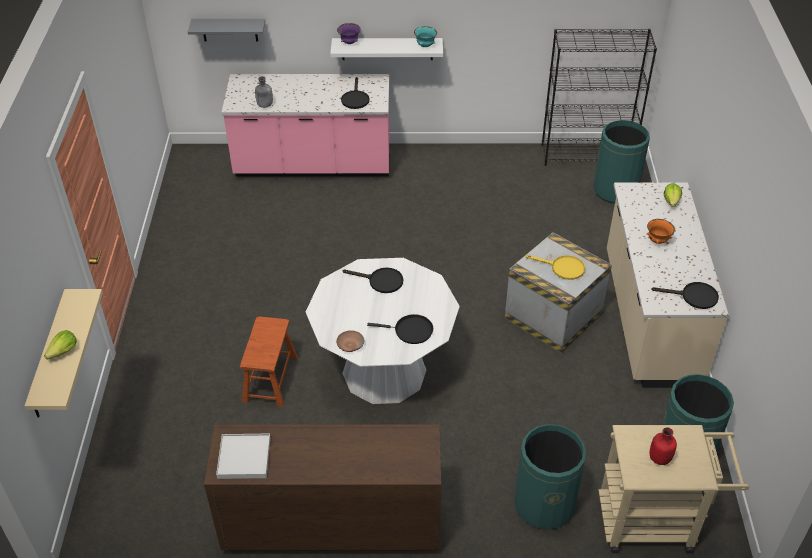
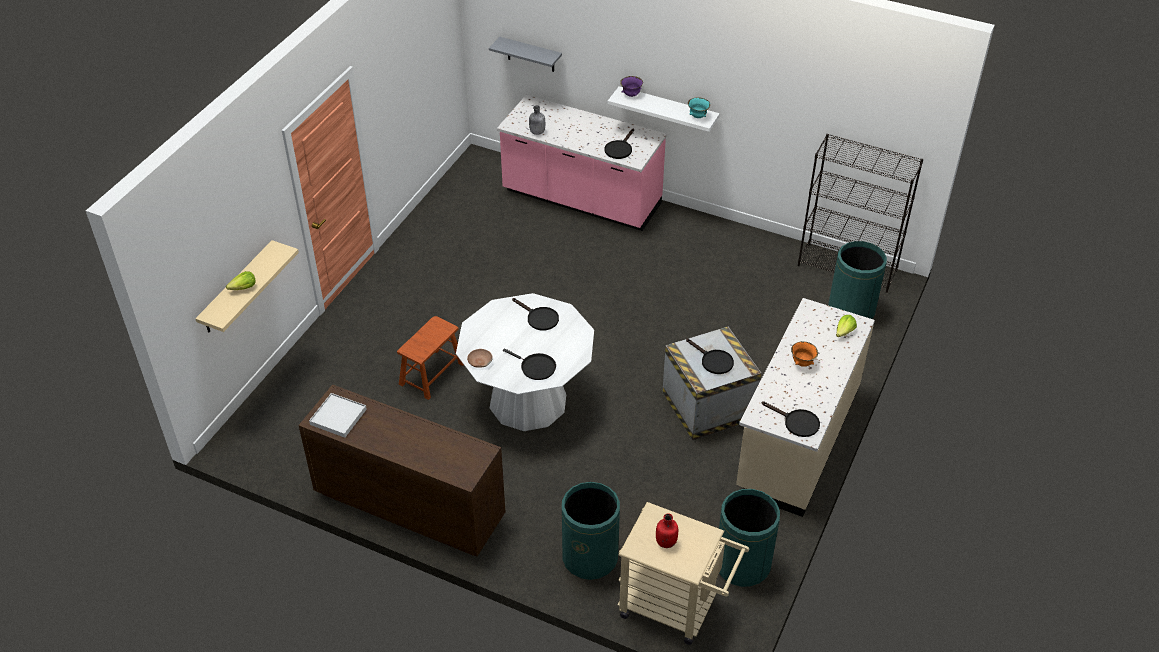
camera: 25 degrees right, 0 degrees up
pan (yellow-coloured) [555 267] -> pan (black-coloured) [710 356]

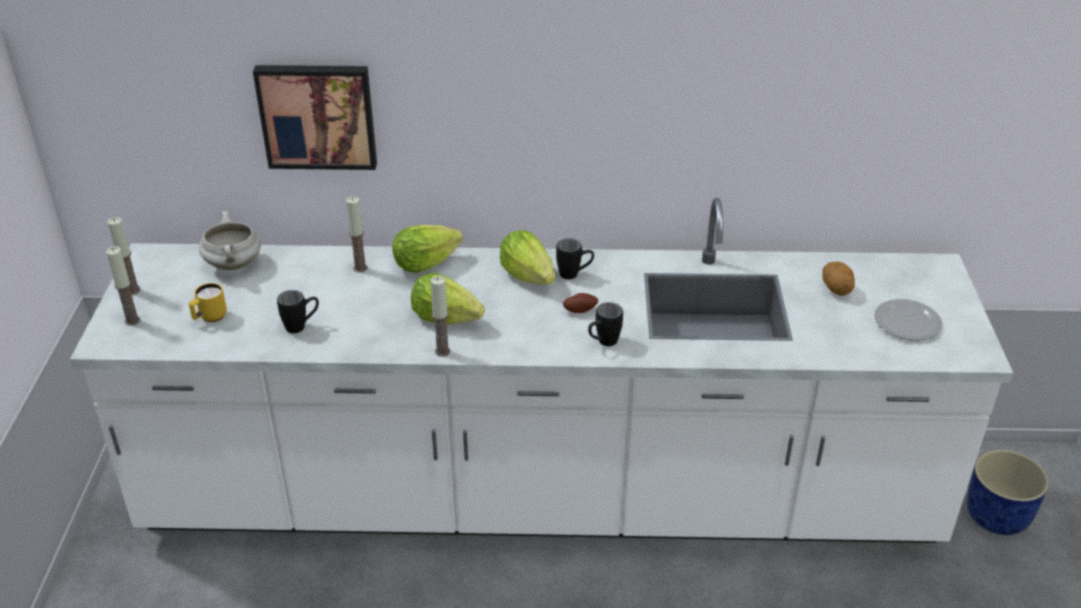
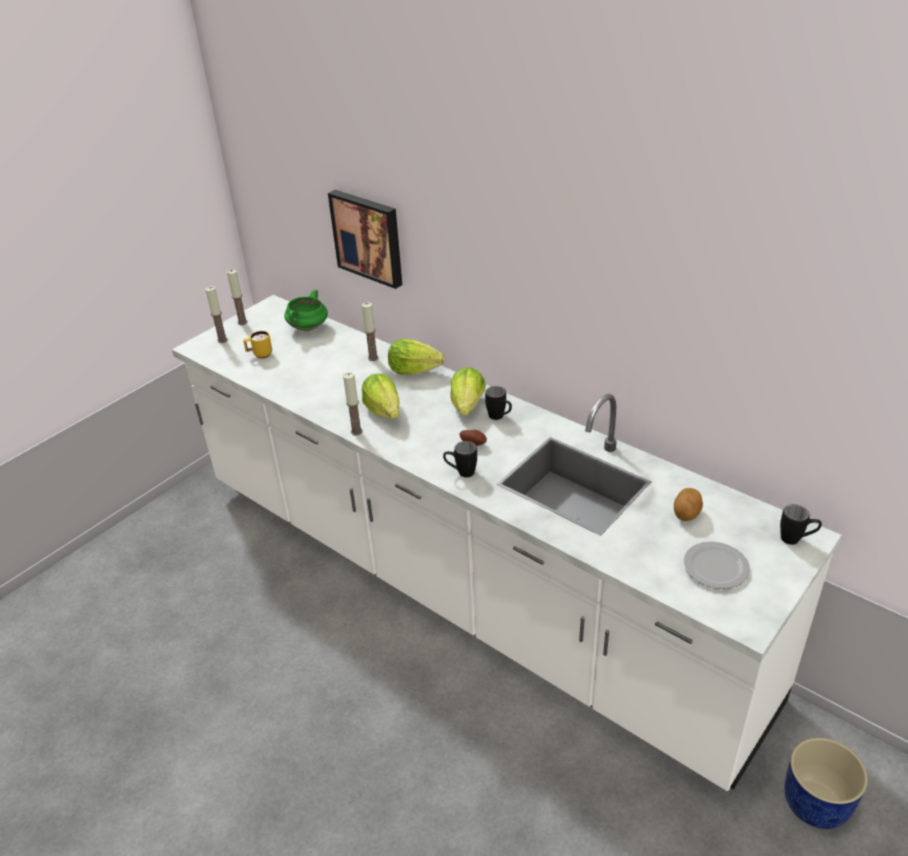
camera: 40 degrees right, 0 degrees up
stockpot (white) [230 240] -> stockpot (greenish) [306 310]
mug (black-coloured) [298 311] -> mug (black-coloured) [801 524], moved

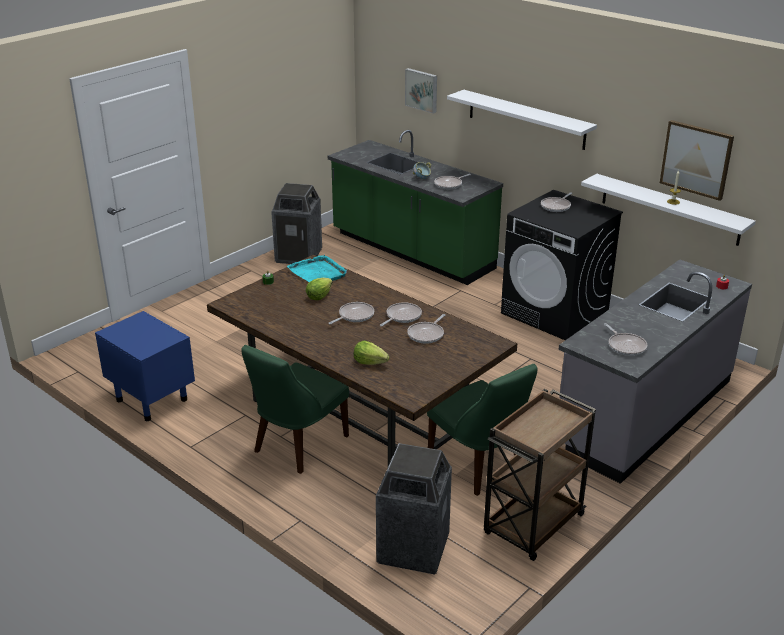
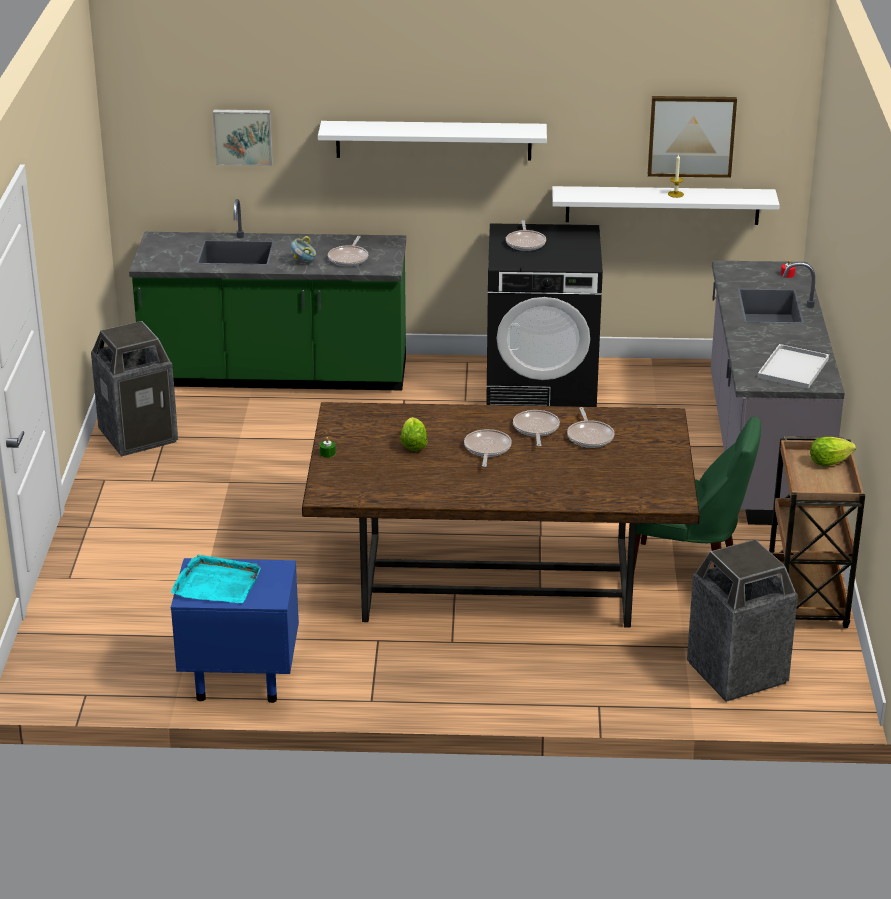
camera: 40 degrees left, 0 degrees up
serving tray (blue-green) [317 268] -> serving tray (blue-green) [216 578], moved
pan [625 339] -> serving tray (white) [793 366]
lettuce head [372 353] -> lettuce head [833 451], moved
plain chair (greenish) [295 409] -> none

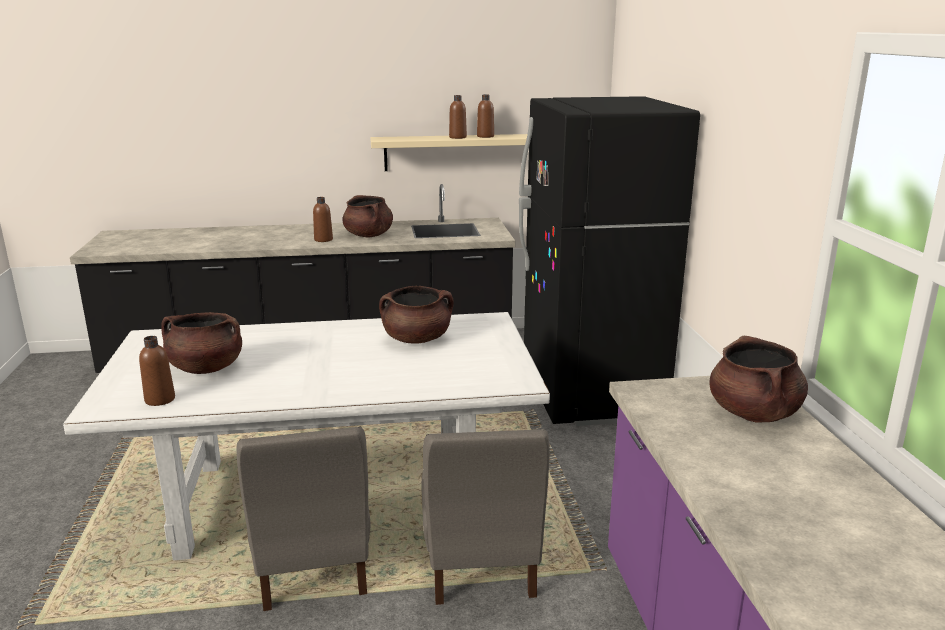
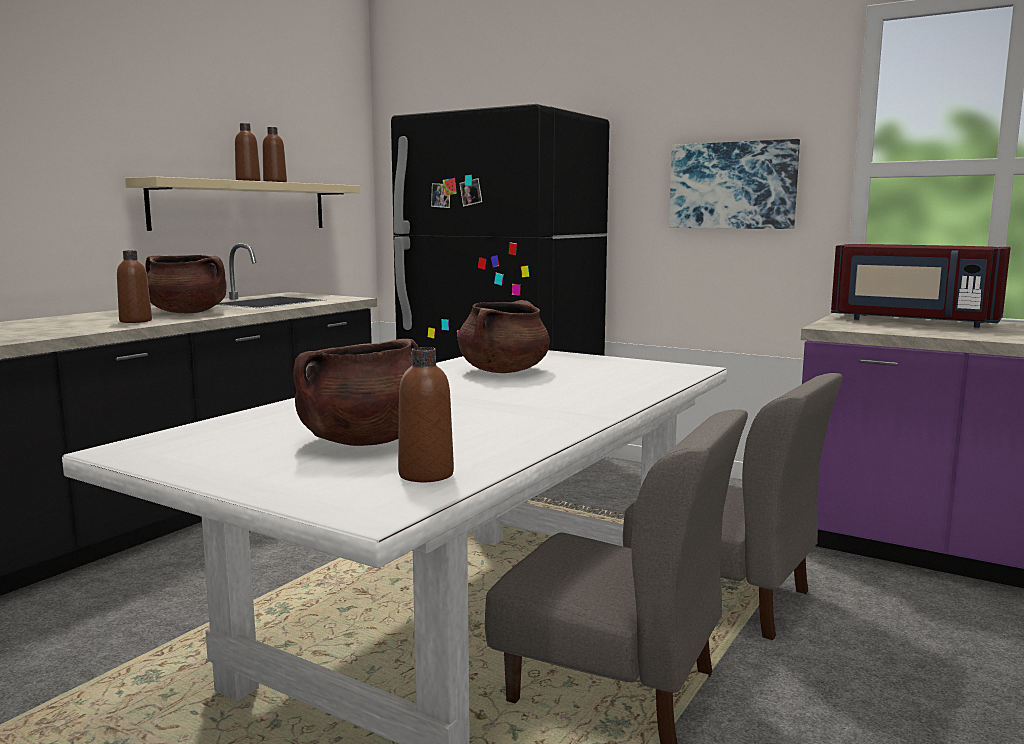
camera: 50 degrees left, 10 degrees down
none -> wall picture [734 184]
stockpot (brownish) [759 379] -> kitchen microwave (reddish) [921 286]

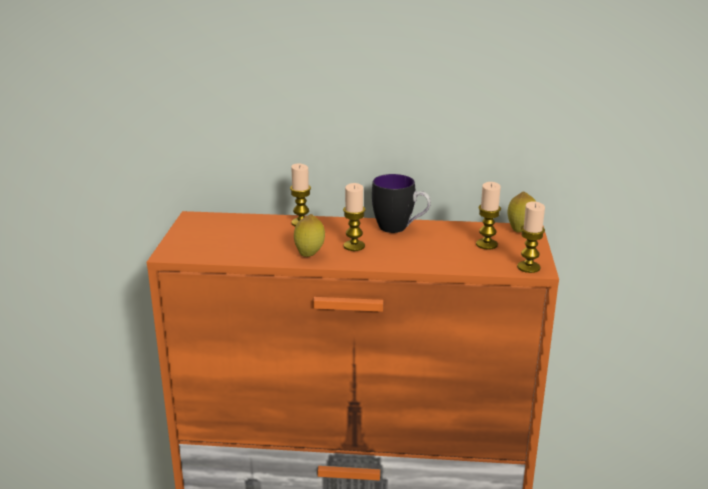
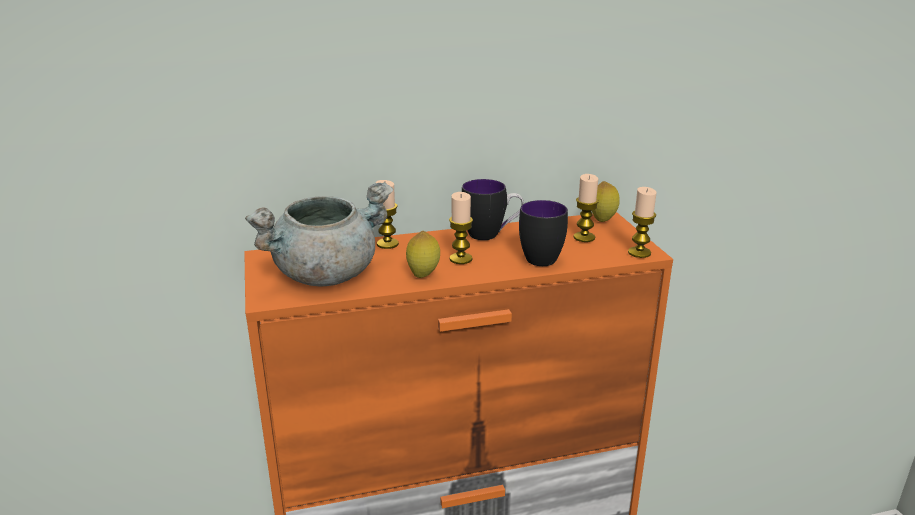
camera: 20 degrees left, 0 degrees up
none -> stockpot (greyish) [319 234]
none -> mug [543 233]

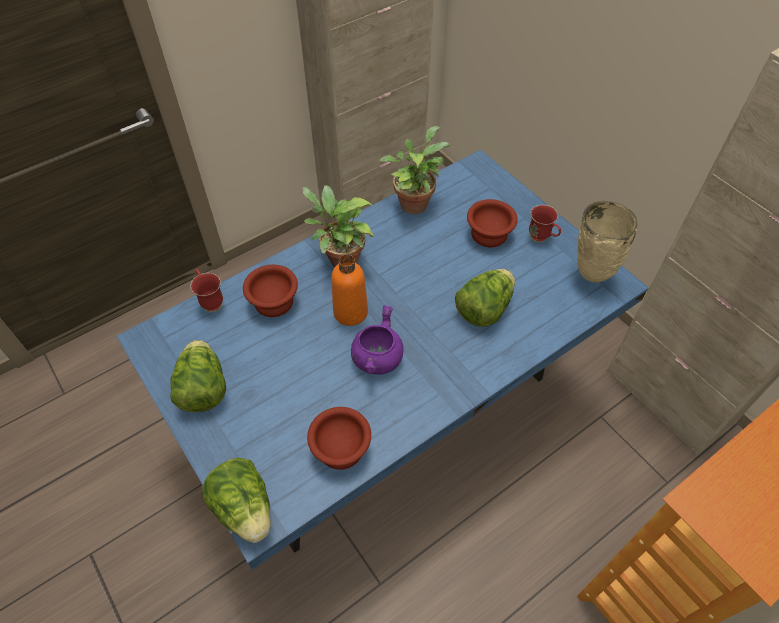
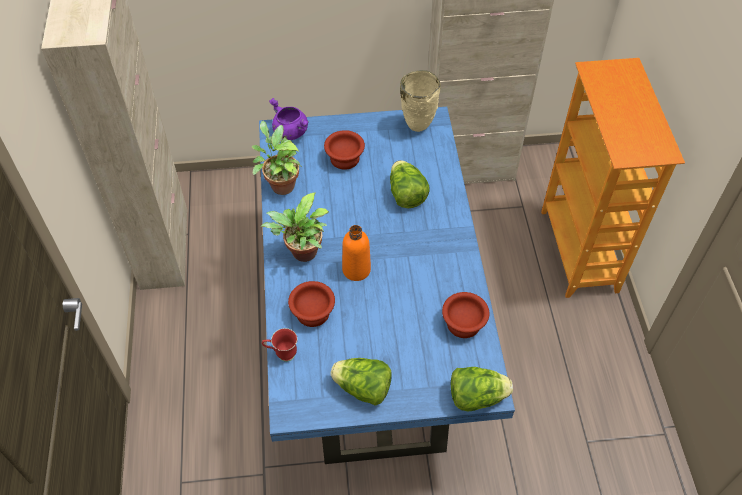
camera: 60 degrees left, 0 degrees up
stockpot (purplish) [377 339] -> stockpot (purplish) [289 119], moved
mug (reddish) [545 224] -> none

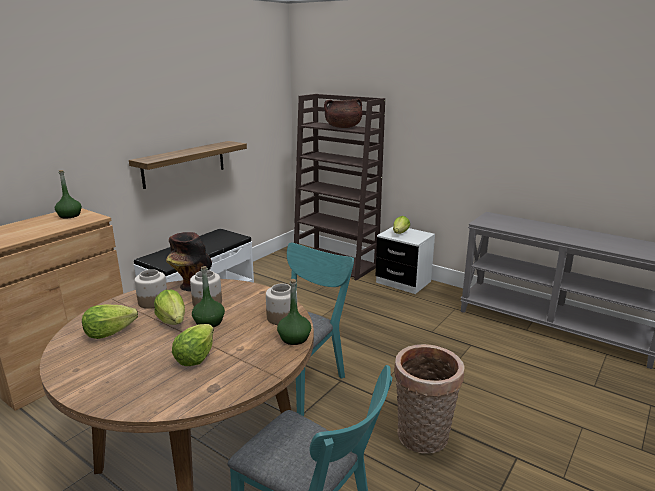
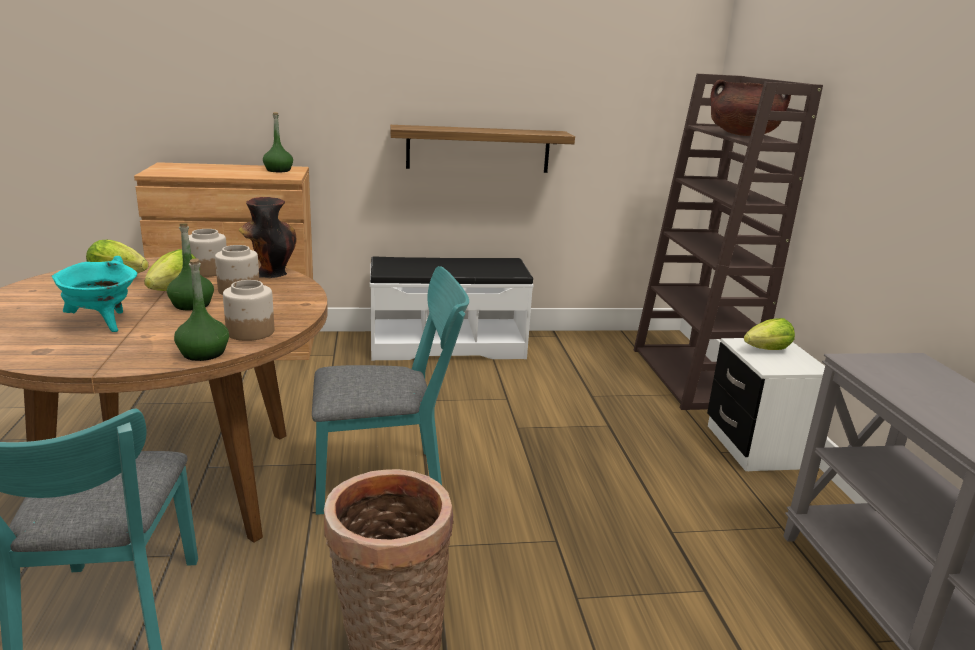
camera: 45 degrees right, 0 degrees up
lettuce head [193 345] -> stockpot (blue-green) [94 294]

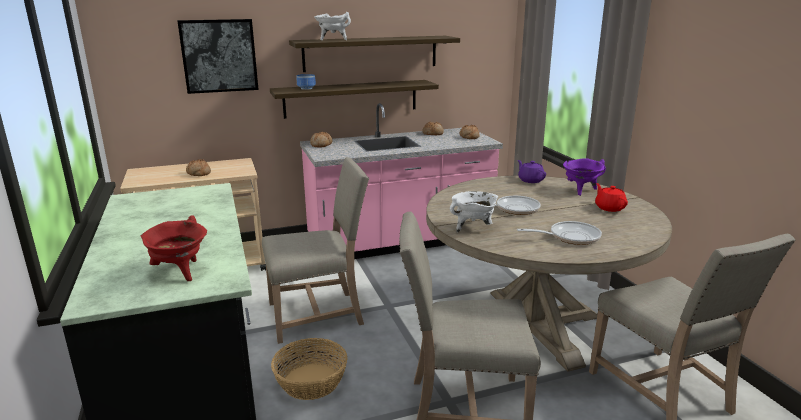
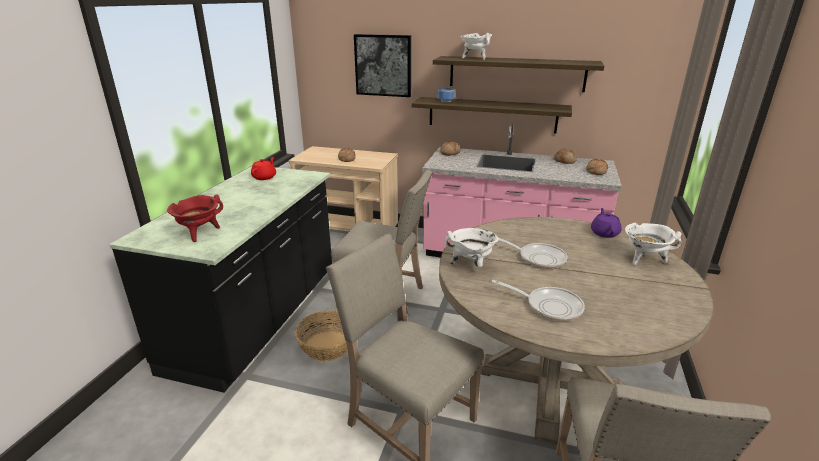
camera: 35 degrees right, 5 degrees up
teapot (reddish) [611 197] -> teapot (reddish) [263 168], moved
stockpot (purplish) [584 177] -> stockpot (white) [653 243]

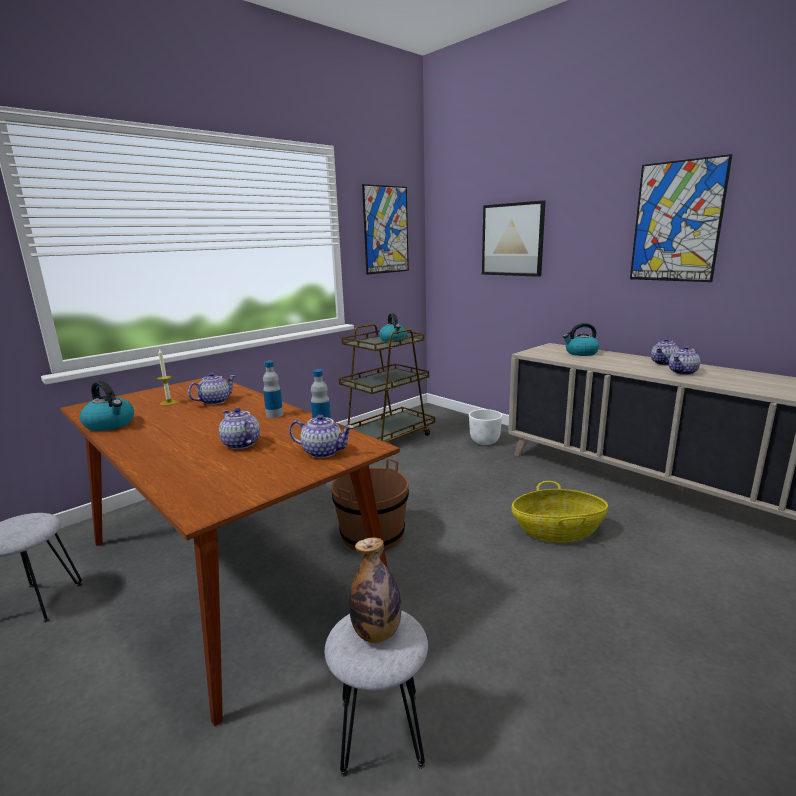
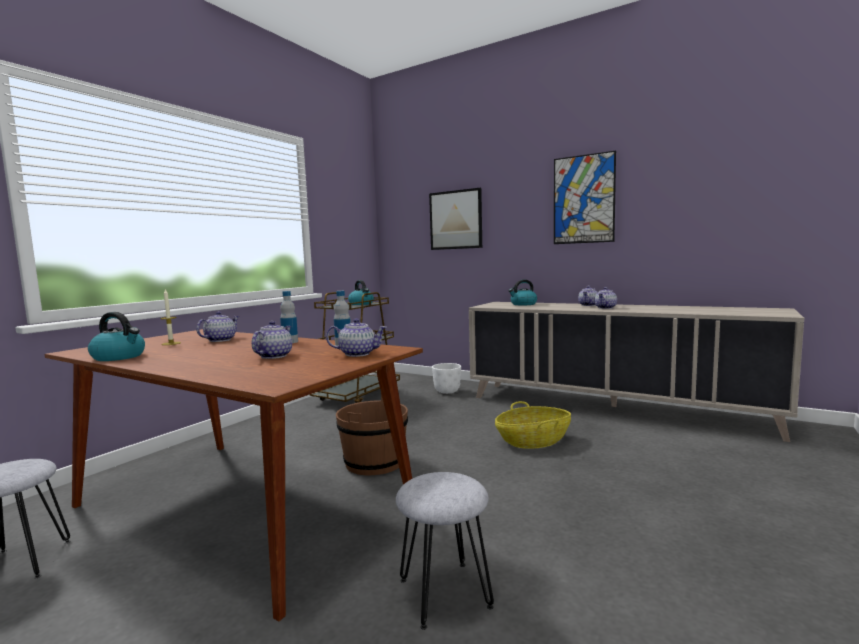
camera: 15 degrees left, 10 degrees down
teapot [239 428] -> teapot [272 340], 75 degrees clockwise
bottle [375 590] -> none
wall picture [385 229] -> none

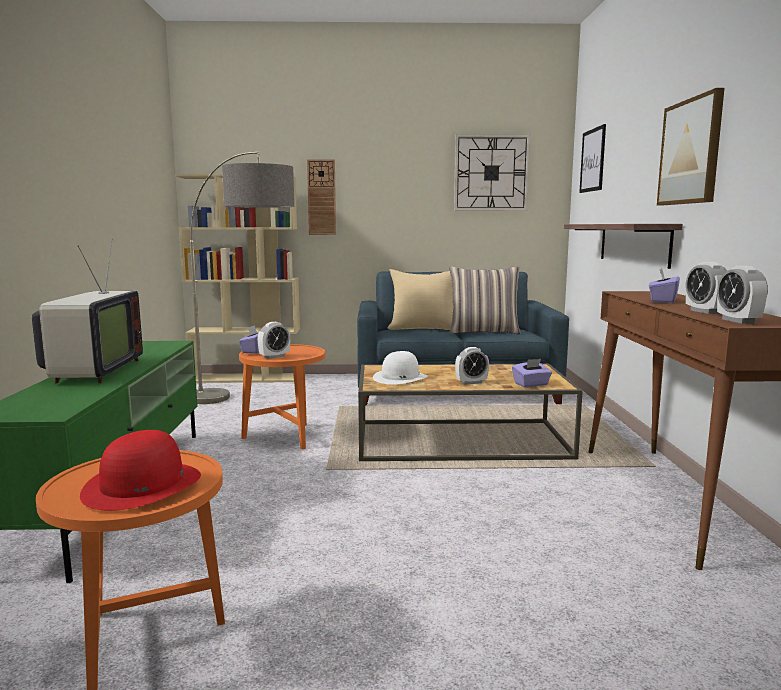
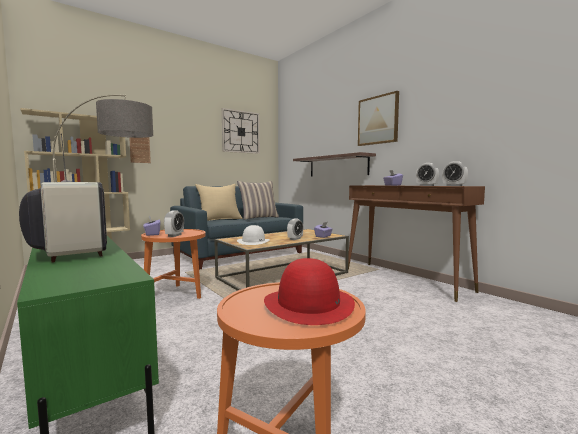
camera: 35 degrees left, 5 degrees down
wall picture [592 158] -> none

